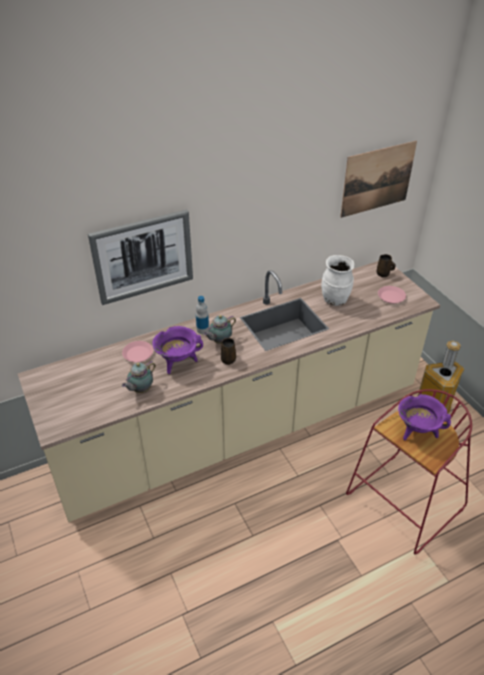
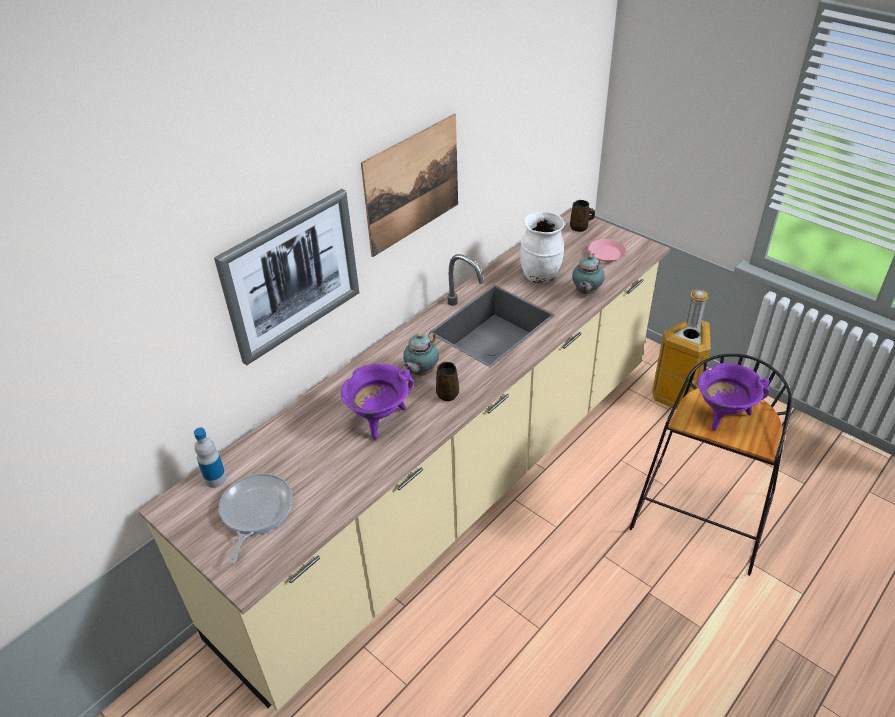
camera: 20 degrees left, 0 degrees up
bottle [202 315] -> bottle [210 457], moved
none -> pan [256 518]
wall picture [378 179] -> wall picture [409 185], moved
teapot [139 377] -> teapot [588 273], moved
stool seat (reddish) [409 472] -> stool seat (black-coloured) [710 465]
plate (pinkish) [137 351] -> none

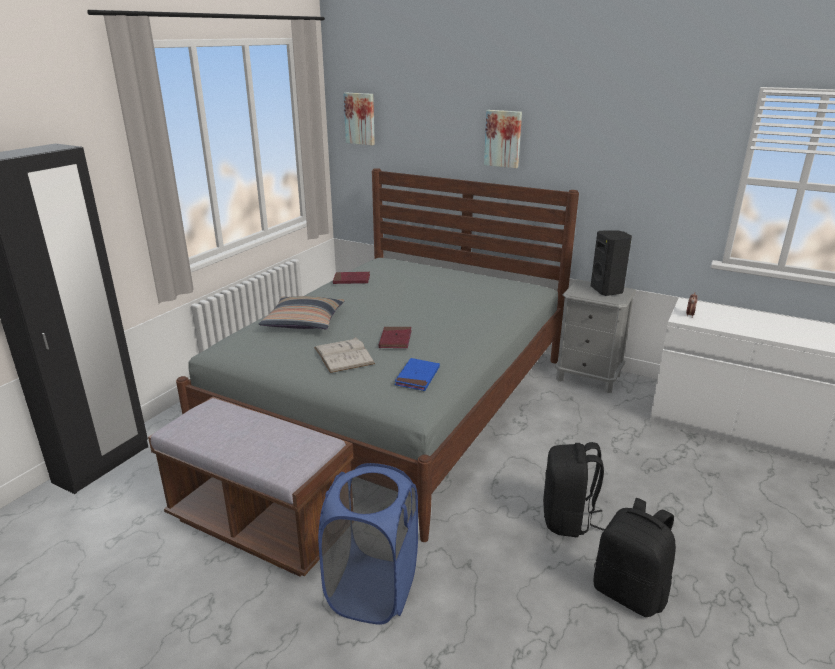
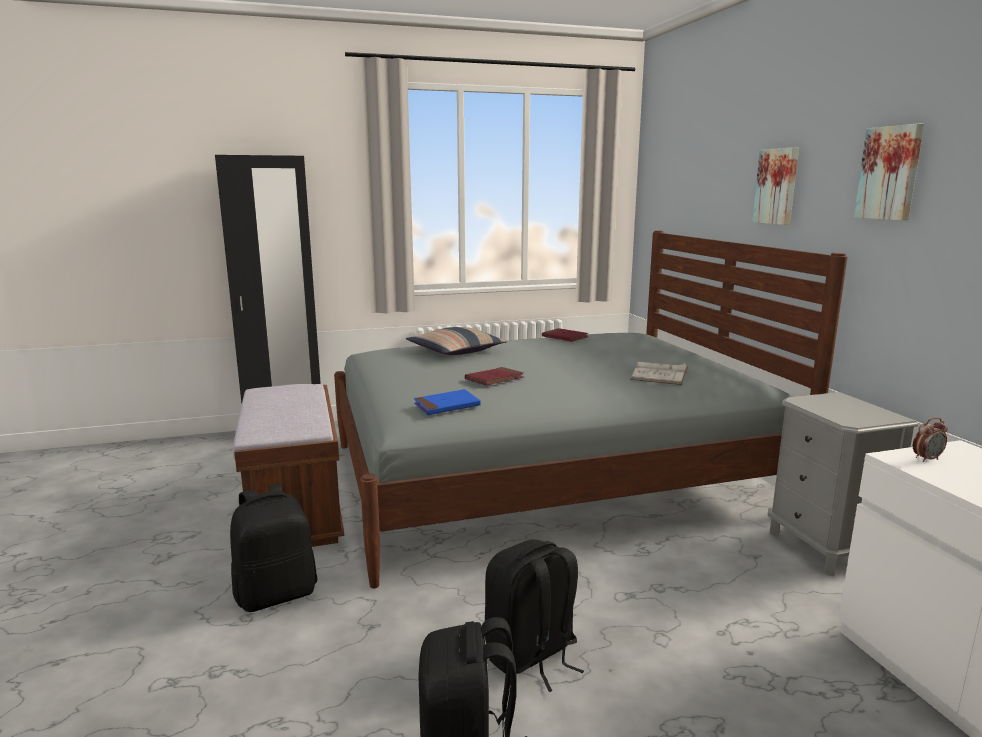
camera: 45 degrees right, 10 degrees down
hamper (bluish) [368 544] -> knapsack (black-coloured) [273 548]
bound book (white) [344 355] -> bound book (white) [659 373], moved
wall picture [359 119] -> wall picture [889 172], moved
loudspeaker (black-coloured) [611 263] -> none

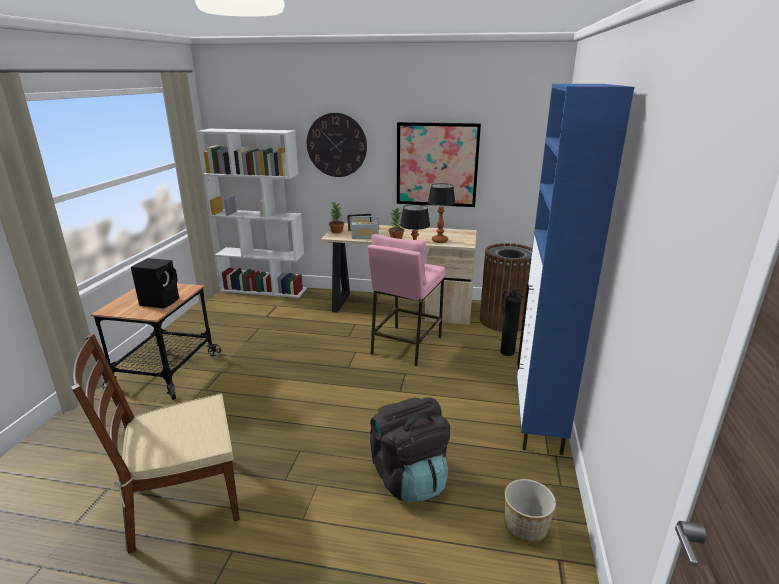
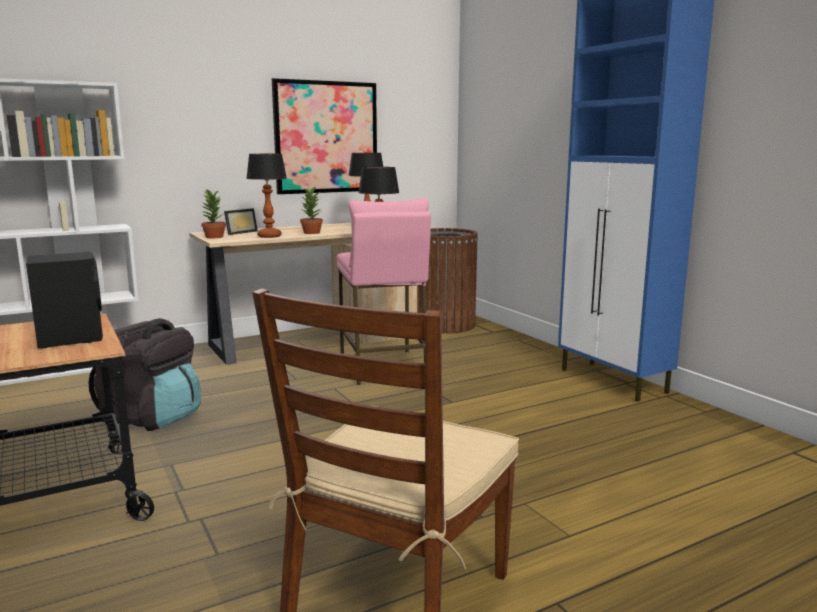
camera: 40 degrees left, 10 degrees down
knapsack (black-coloured) [410 449] -> knapsack (black-coloured) [144 374], moved
radio [365 227] -> table lamp [266 196]
hanging clock [337 145] -> none
fire extinguisher [512 322] -> none
flower pot [530 511] -> none

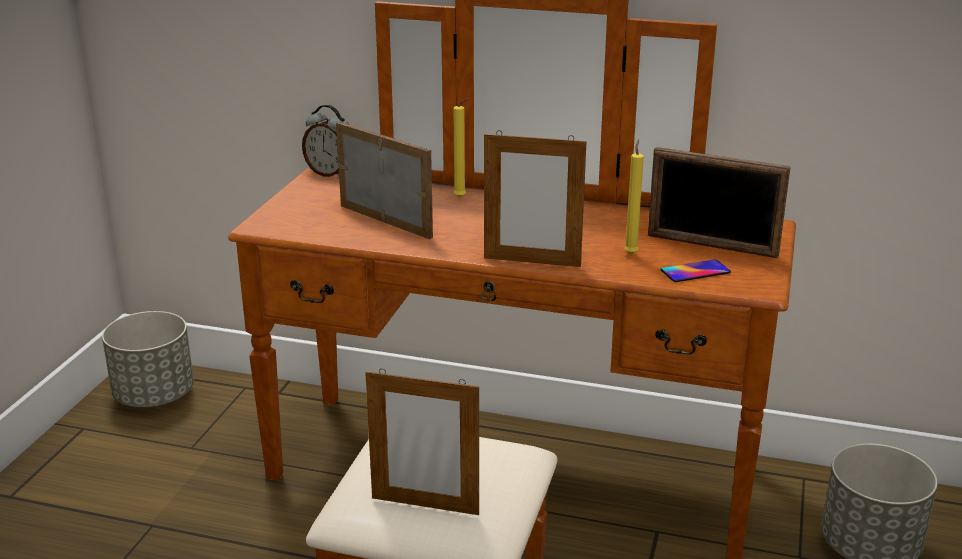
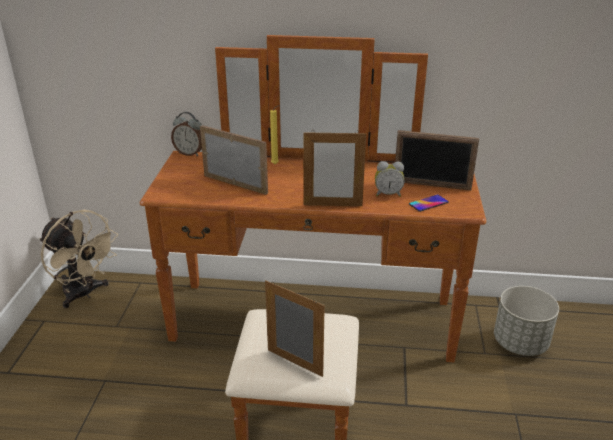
camera: 10 degrees left, 5 degrees up
flower pot (greyish) [148 359] -> electric fan (beige) [79 259]
picture frame [422 442] -> picture frame [295 328], 150 degrees counterclockwise
candle (yellow-coloured) [634 197] -> alarm clock [390 179]

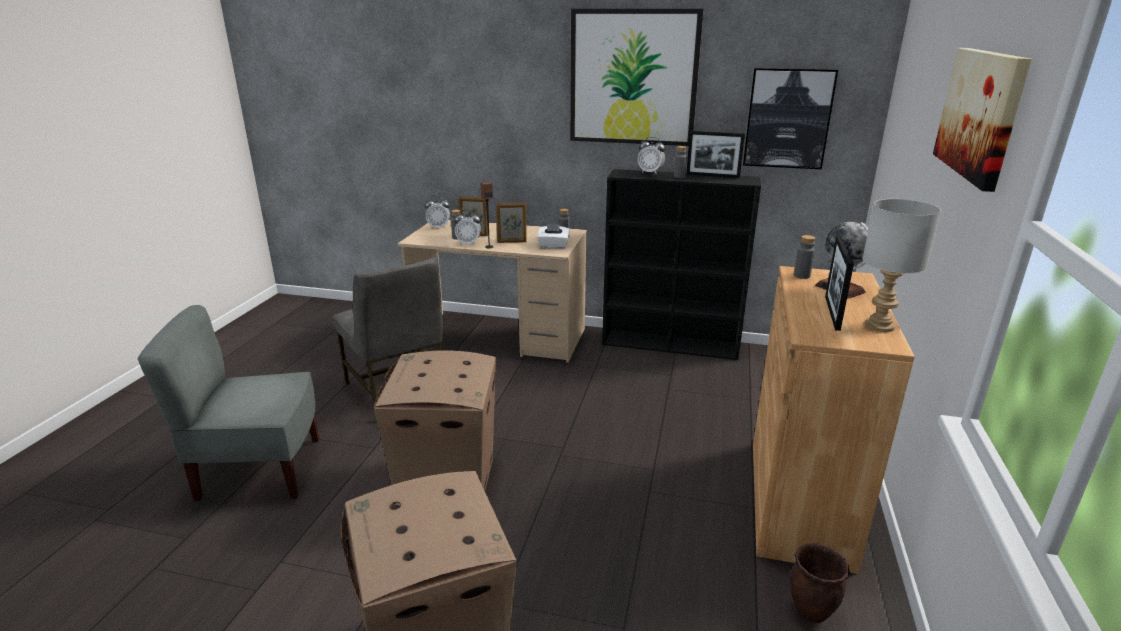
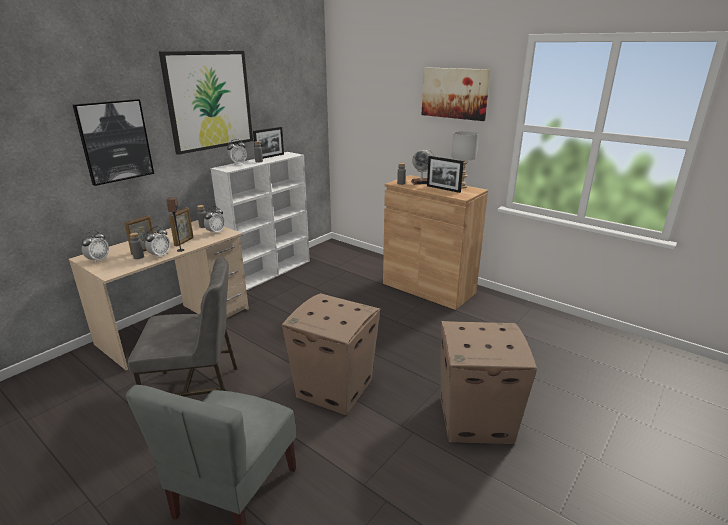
camera: 65 degrees left, 0 degrees up
wall picture [790 118] -> wall picture [113 142], moved
tissue box (white) [553 236] -> alarm clock [214 220]
shelving unit (black-coloured) [681 264] -> shelving unit (white) [260 221]
flower pot (brownish) [820 583] -> none

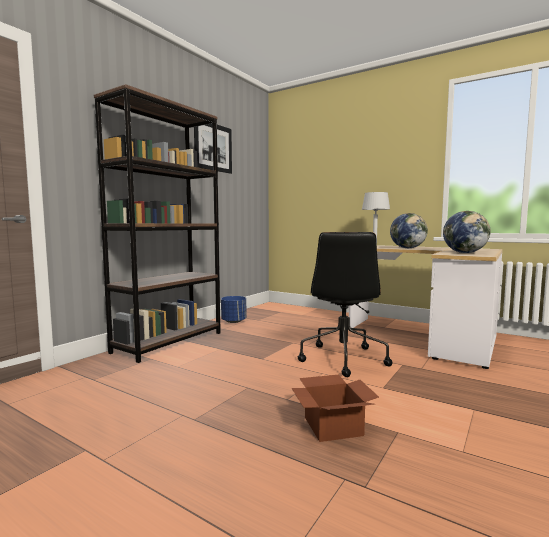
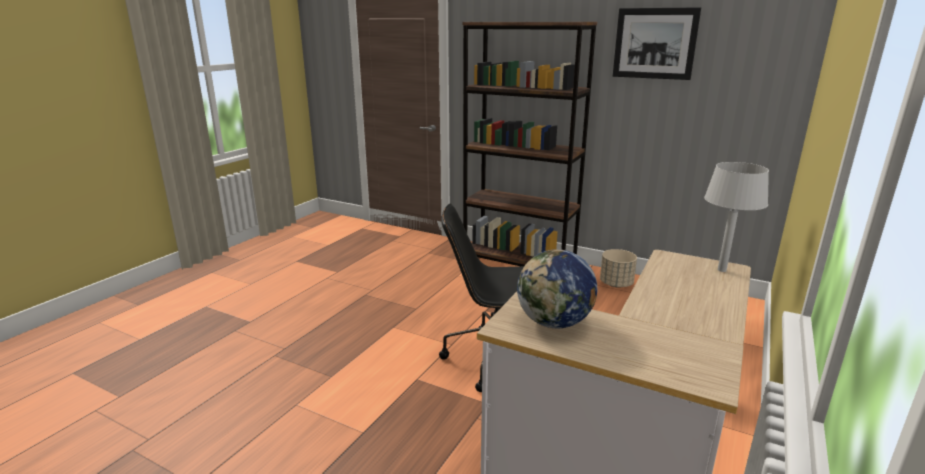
camera: 85 degrees right, 15 degrees up
flower pot (bluish) [233 309] -> flower pot (beige) [618 268]
packing box [335 408] -> none
globe [409 230] -> none

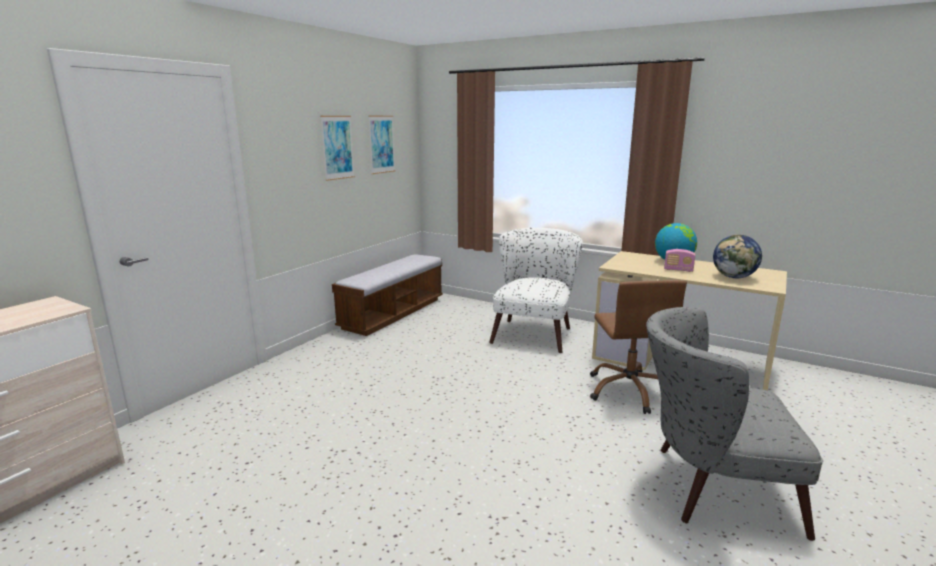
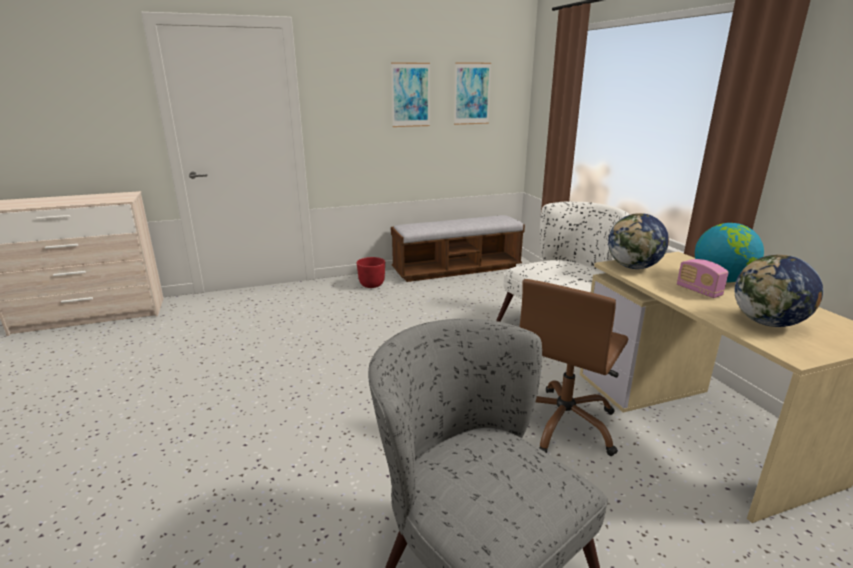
camera: 40 degrees right, 5 degrees up
none -> flower pot (reddish) [370 272]
none -> globe [638 241]

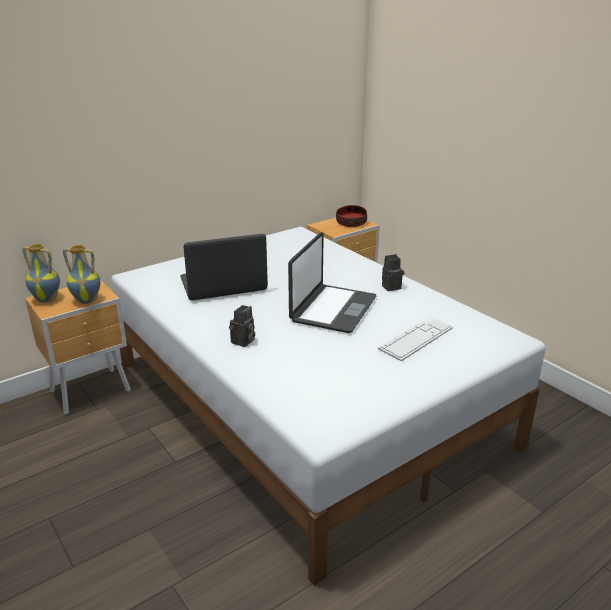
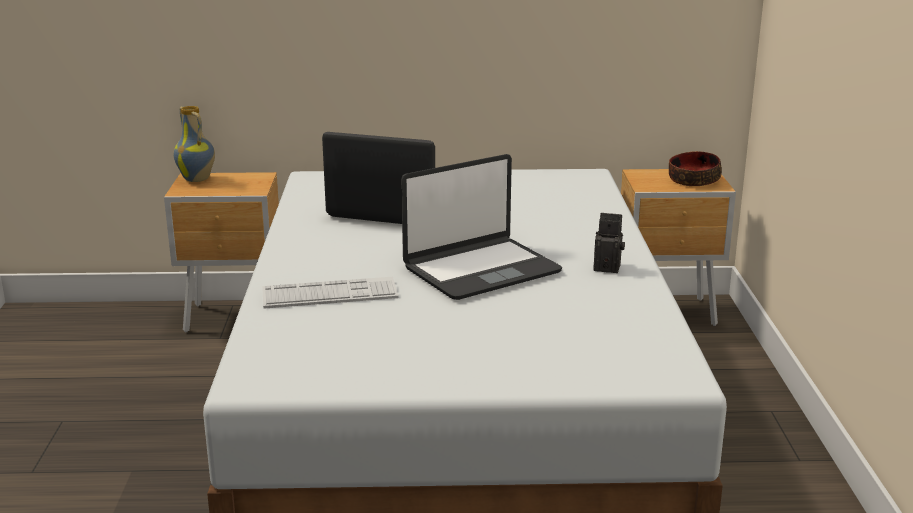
camera: 35 degrees right, 5 degrees down
computer keyboard [415 338] -> computer keyboard [330 293], moved
flower vase [82 274] -> none
photo camera [242 326] -> none

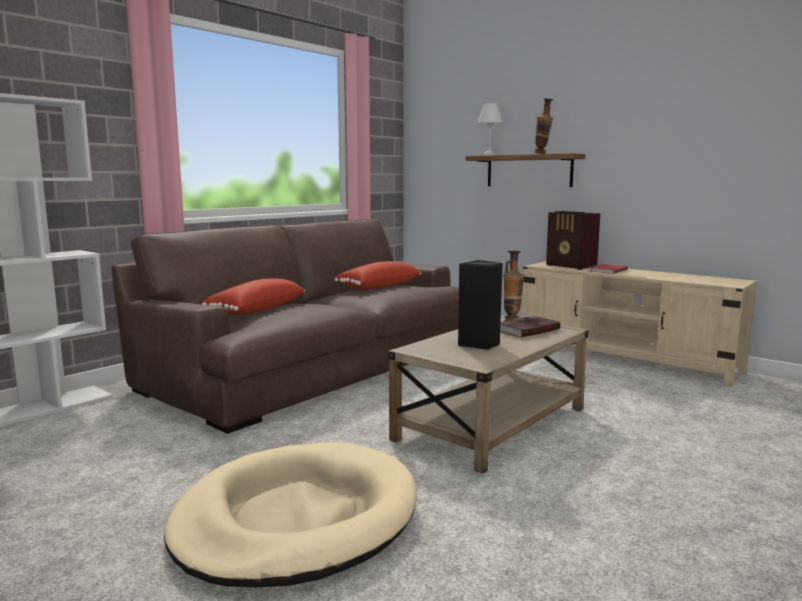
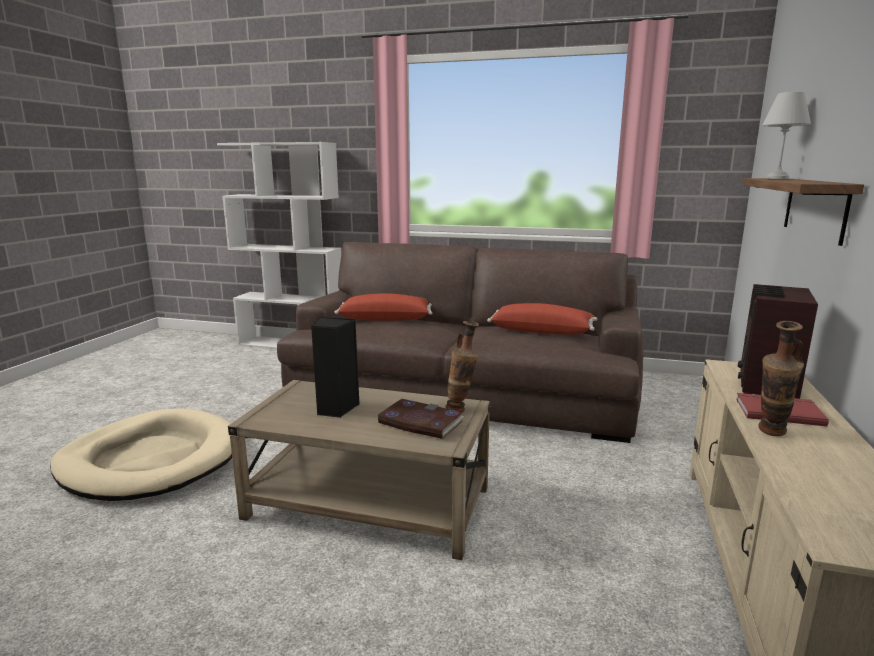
camera: 65 degrees right, 5 degrees up
flower vase [543 126] -> flower vase [781 378], moved

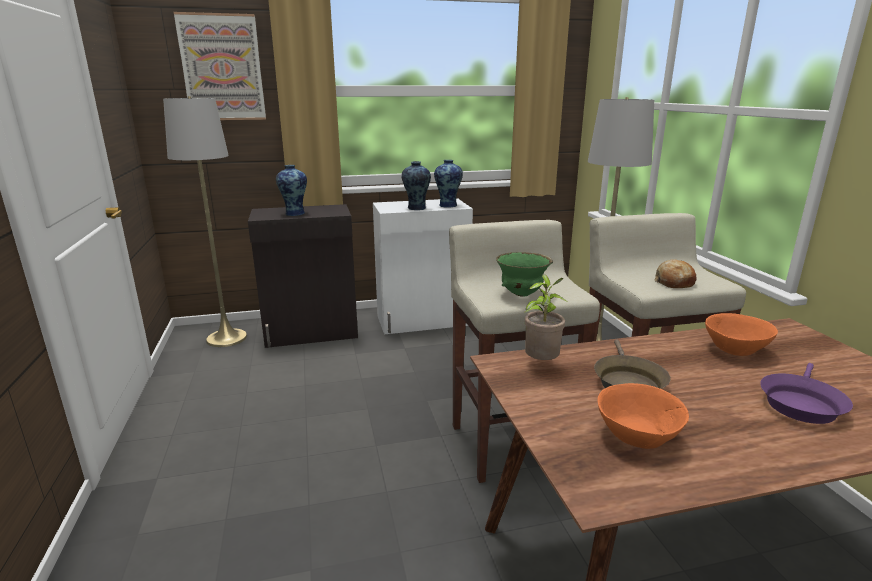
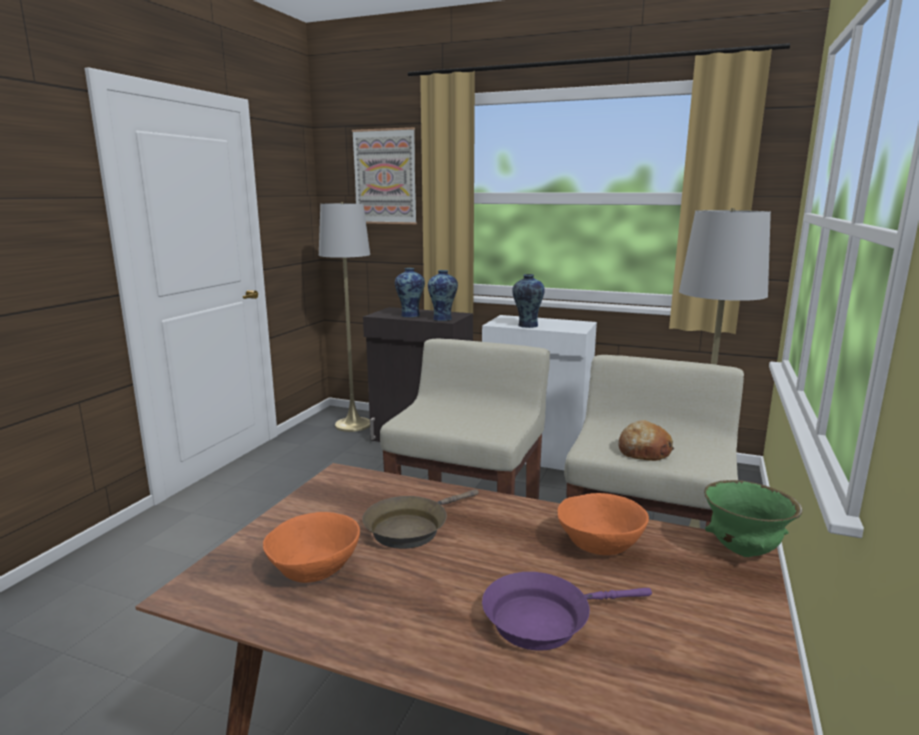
camera: 35 degrees right, 5 degrees down
flower vase [448 184] -> flower vase [443 295], moved
serving bowl (greenish) [524 274] -> serving bowl (greenish) [753 518], moved
houseplant [546 317] -> none

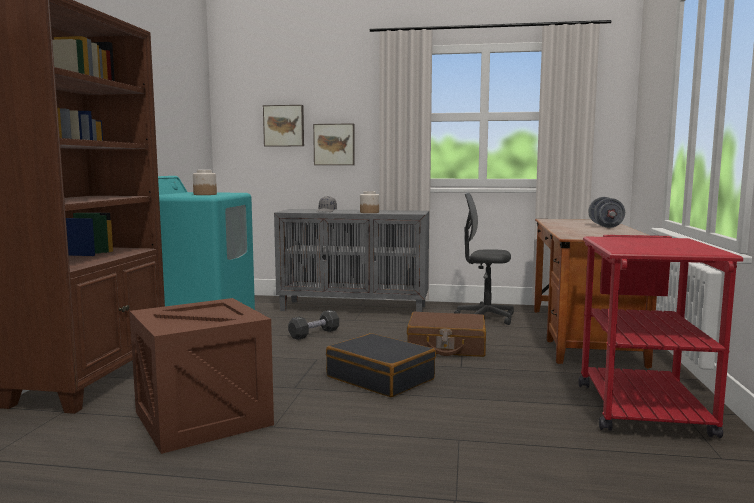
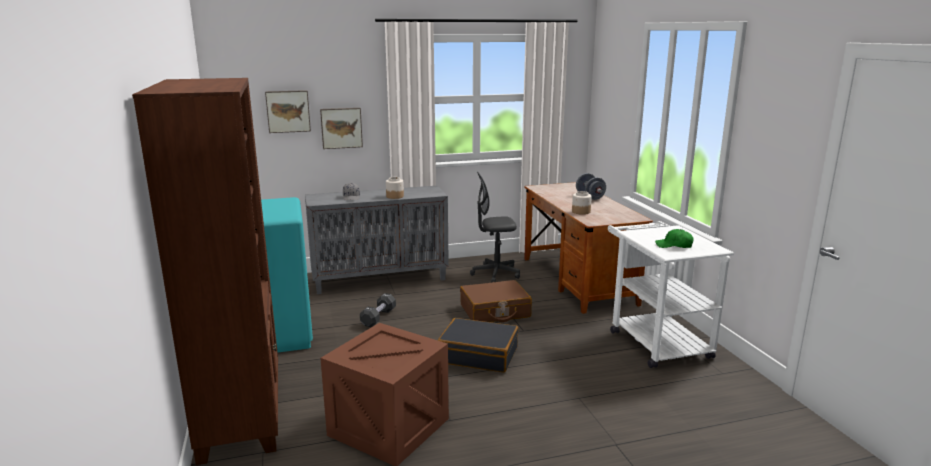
camera: 25 degrees left, 10 degrees up
preserve jar [205 182] -> preserve jar [582 203], moved
wheeled cart (reddish) [660 336] -> wheeled cart (white) [671 294]
none -> baseball cap (greenish) [674 238]

